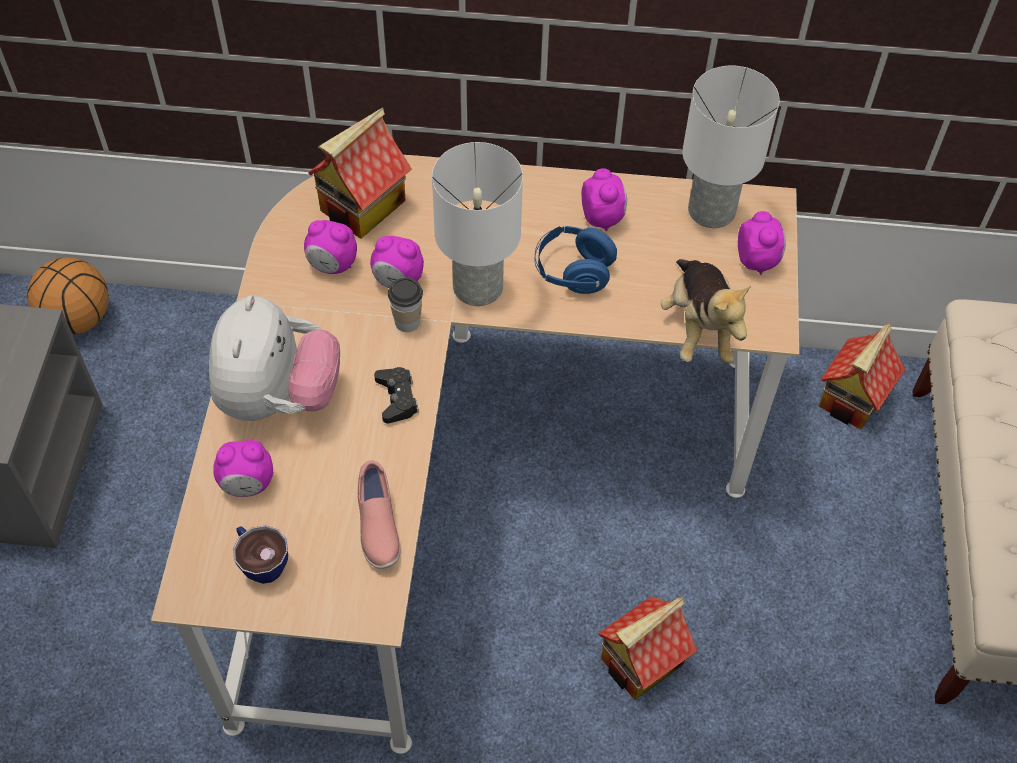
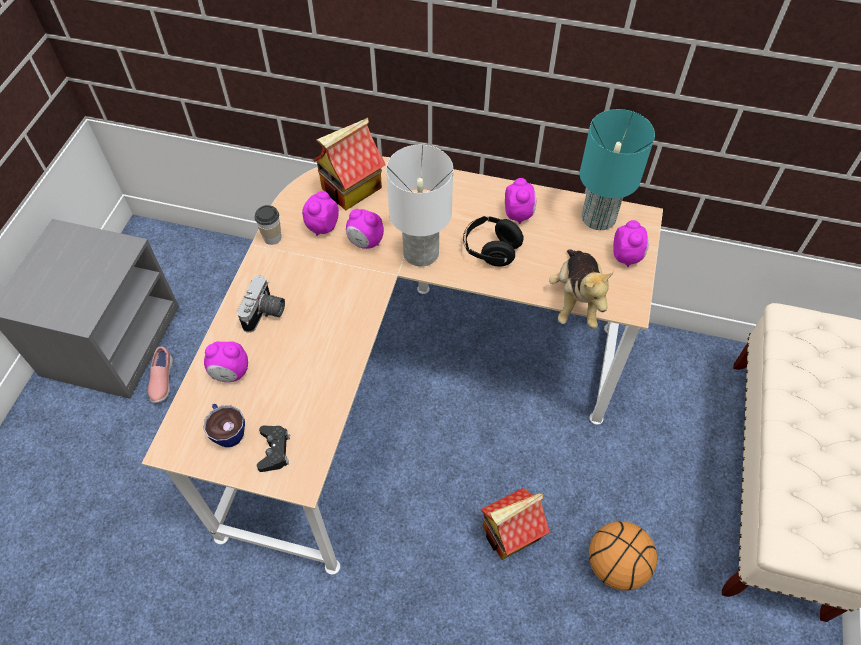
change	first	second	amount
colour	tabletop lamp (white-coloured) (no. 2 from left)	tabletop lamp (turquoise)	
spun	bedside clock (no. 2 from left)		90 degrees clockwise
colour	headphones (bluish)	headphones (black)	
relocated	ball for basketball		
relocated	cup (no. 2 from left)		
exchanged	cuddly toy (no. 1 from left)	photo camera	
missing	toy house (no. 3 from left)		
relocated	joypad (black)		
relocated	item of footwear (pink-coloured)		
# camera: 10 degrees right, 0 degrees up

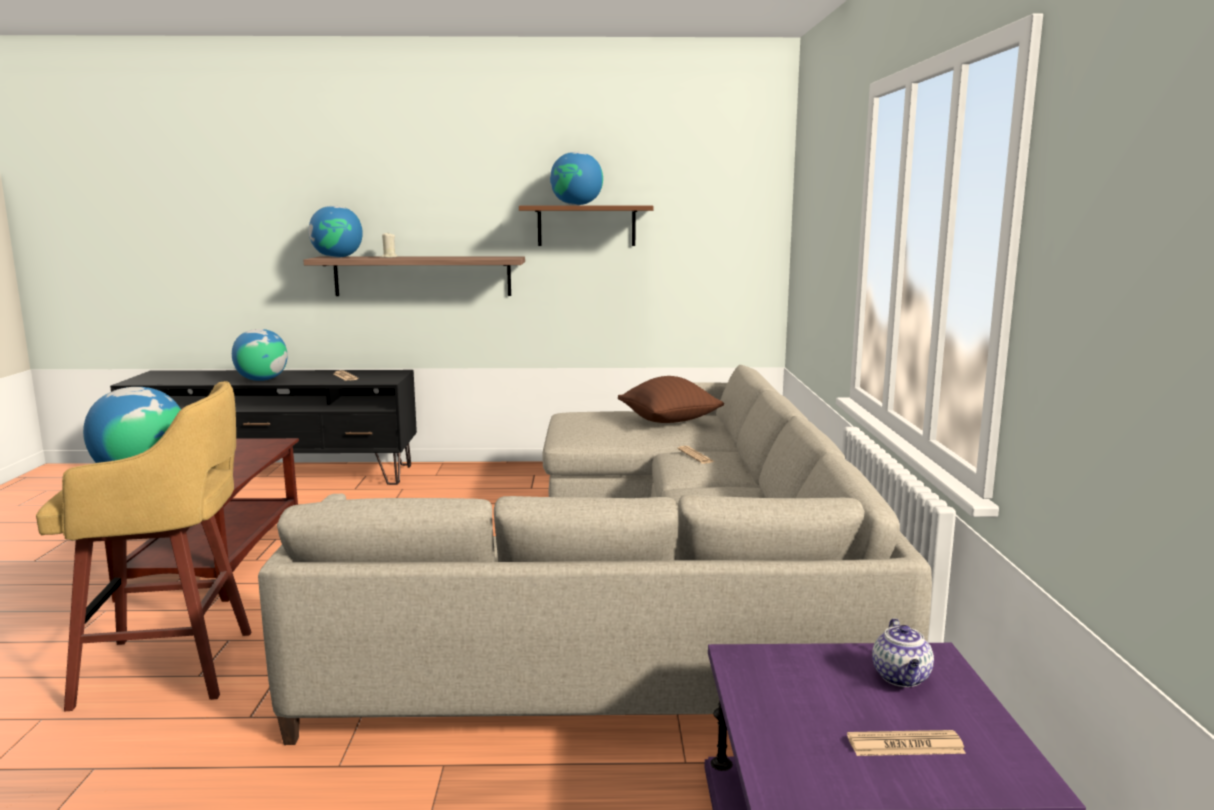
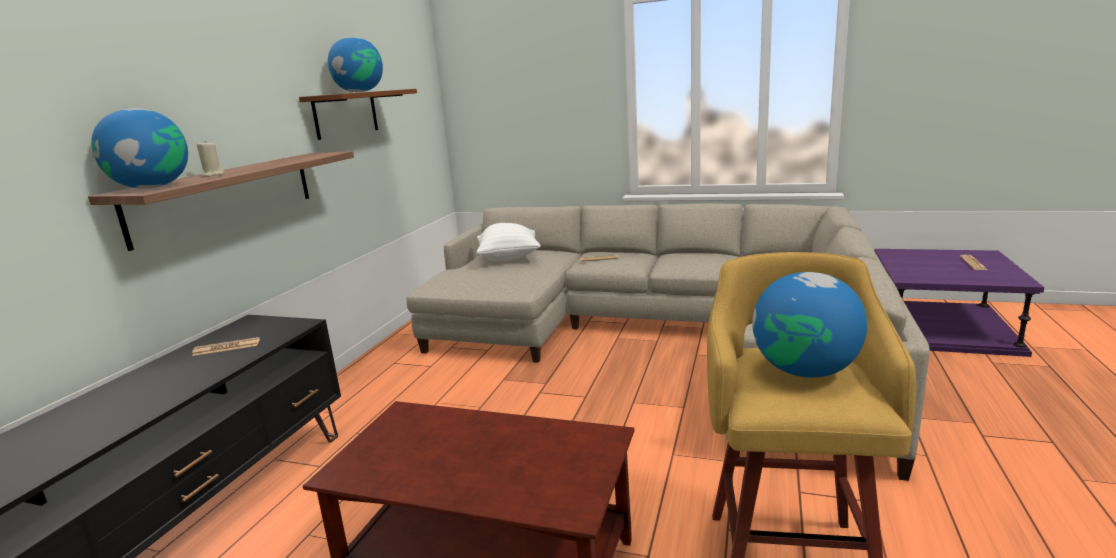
change	first	second	amount
missing	globe (no. 2 from left)		
colour	throw pillow (brownish)	throw pillow (white-coloured)	
missing	pot for tea		
# camera: 70 degrees left, 5 degrees up

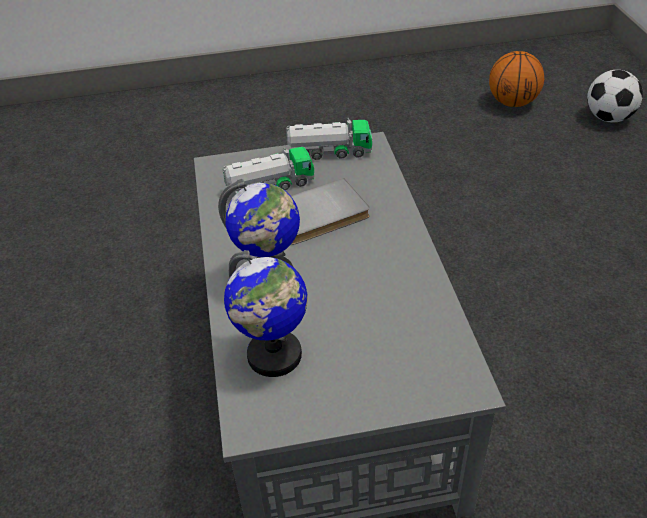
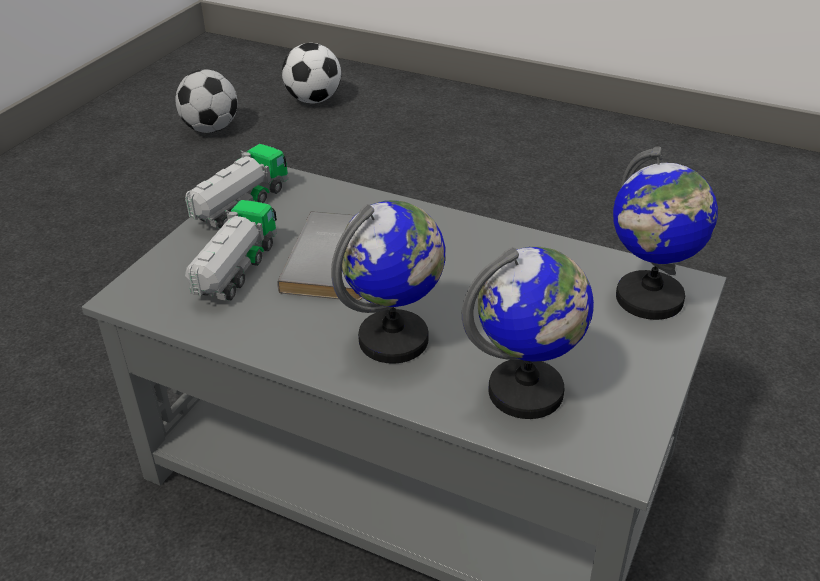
change	first	second	amount
exchanged	ball for basketball	football ball (no. 1 from left)	
appeared		globe (no. 3 from left)	
# camera: 55 degrees left, 5 degrees down

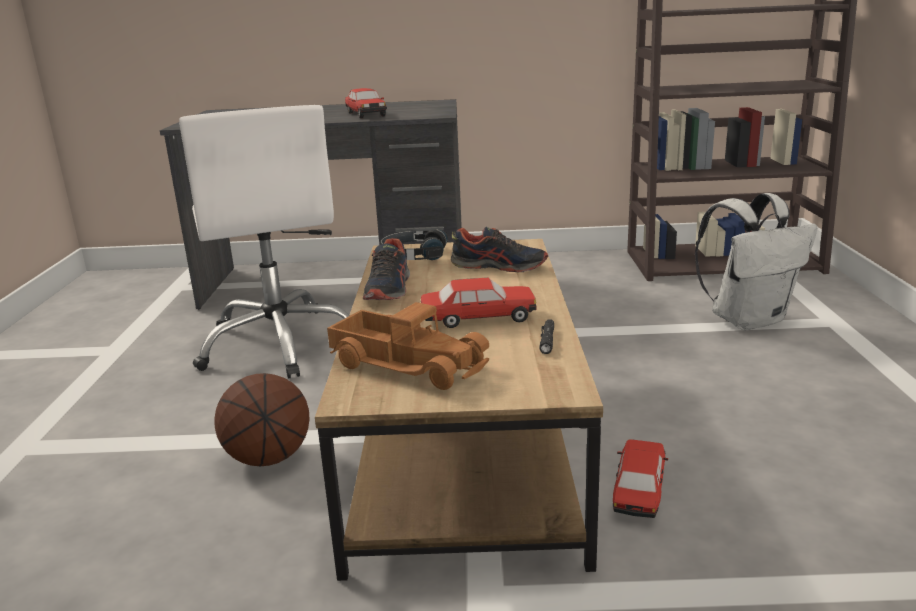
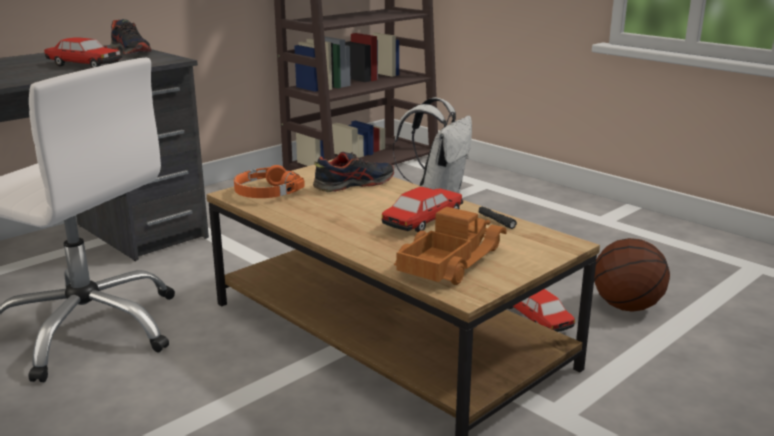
change	first	second	amount
colour	headphones (black)	headphones (orange)	
relocated	item of footwear (no. 1 from left)		
spun	toy lorry		45 degrees counterclockwise
relocated	ball for basketball		
# camera: 45 degrees left, 0 degrees up

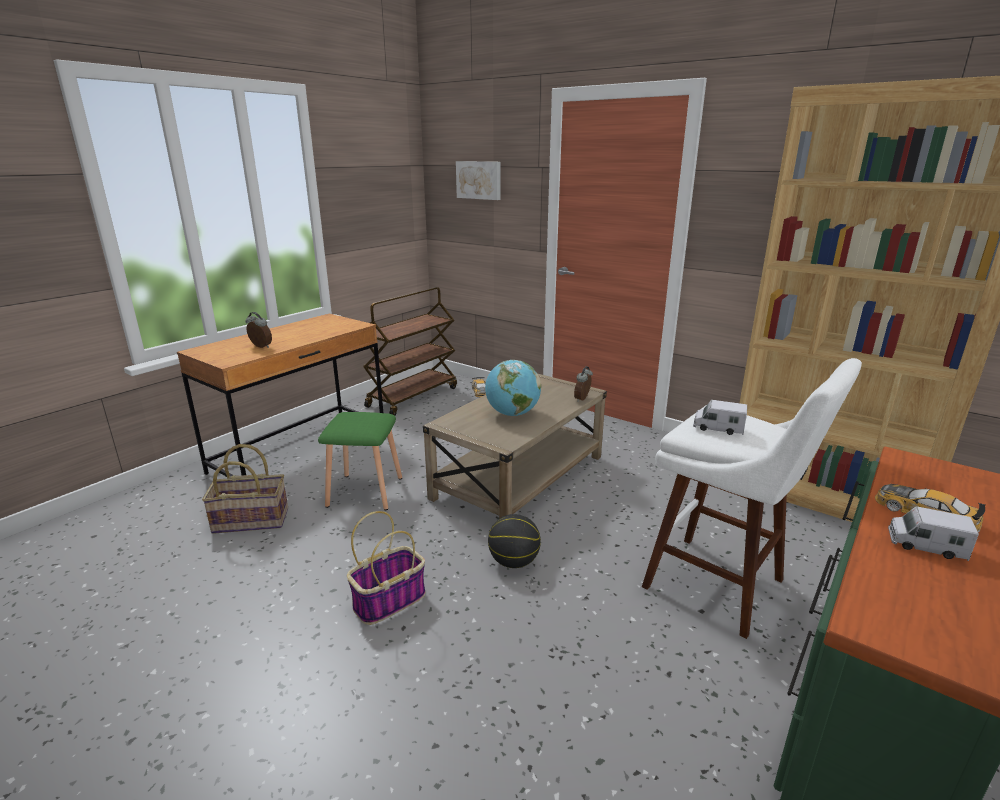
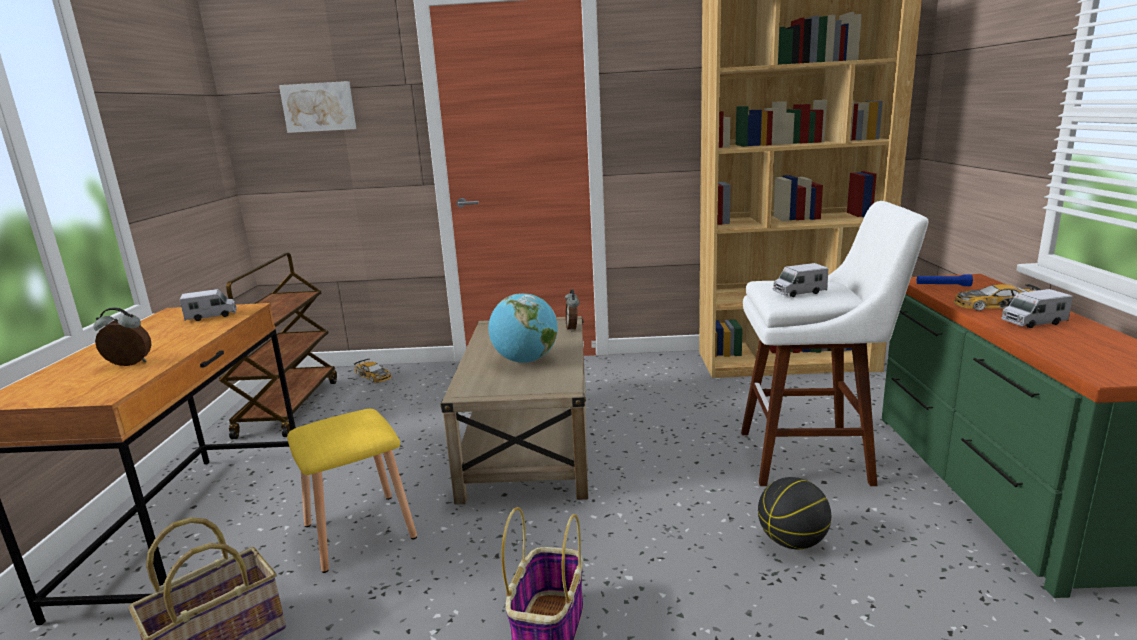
change	first	second	amount
colour	stool seat (green-coloured)	stool seat (yellow-coloured)	
relocated	ball for basketball		
appeared		hand torch (bluish)	
appeared		toy lorry (no. 1 from left)	
# camera: 35 degrees left, 5 degrees down

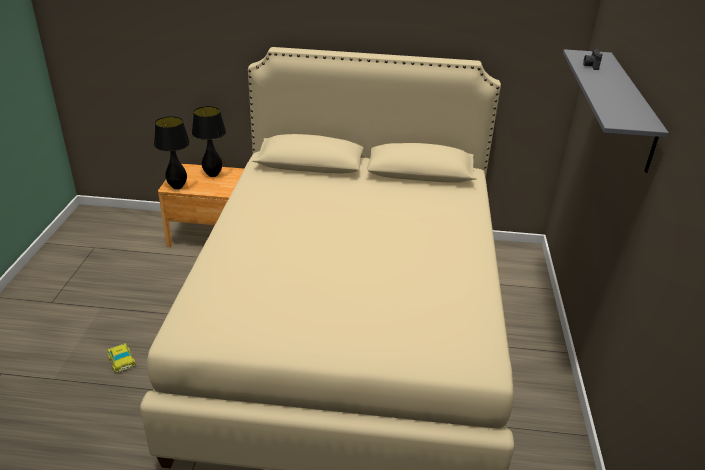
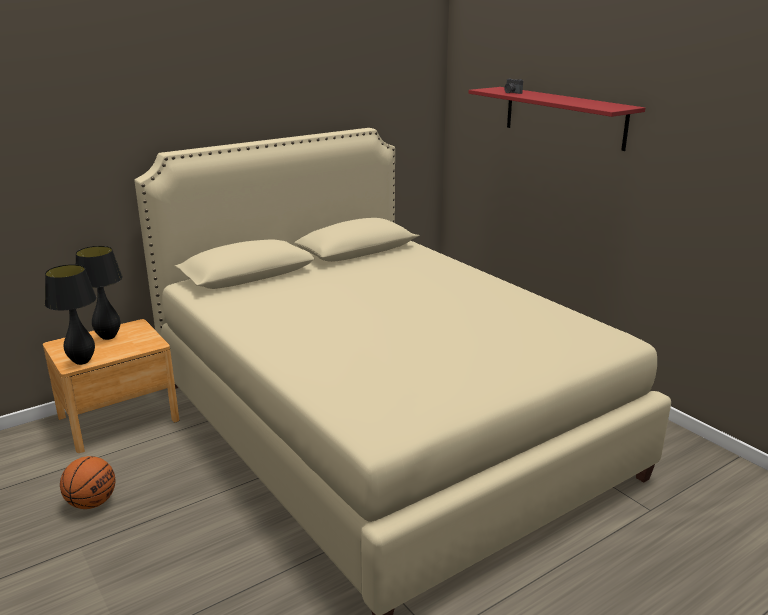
change	first	second	amount
colour	wall shelf (greyish)	wall shelf (red)	
missing	model car		
appeared		ball for basketball	
# camera: 40 degrees left, 10 degrees down

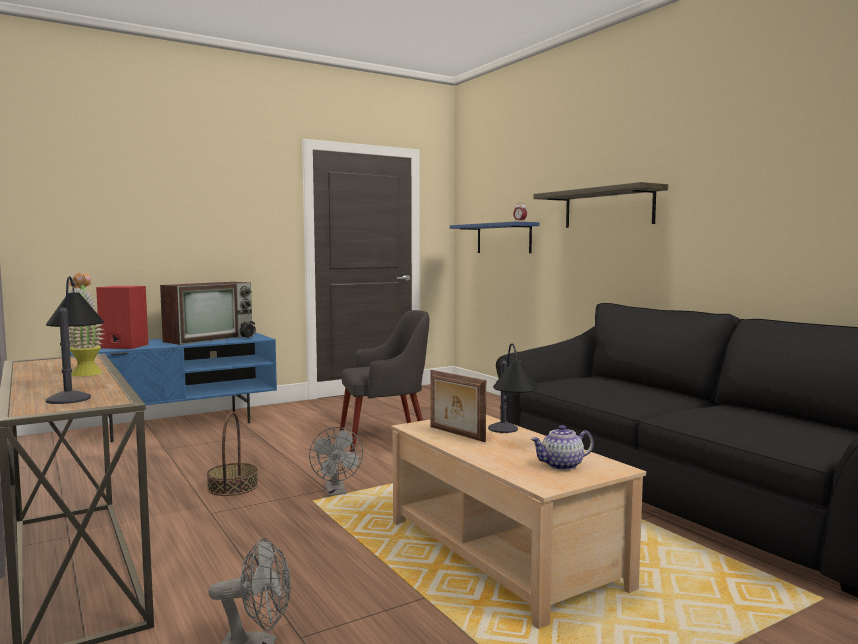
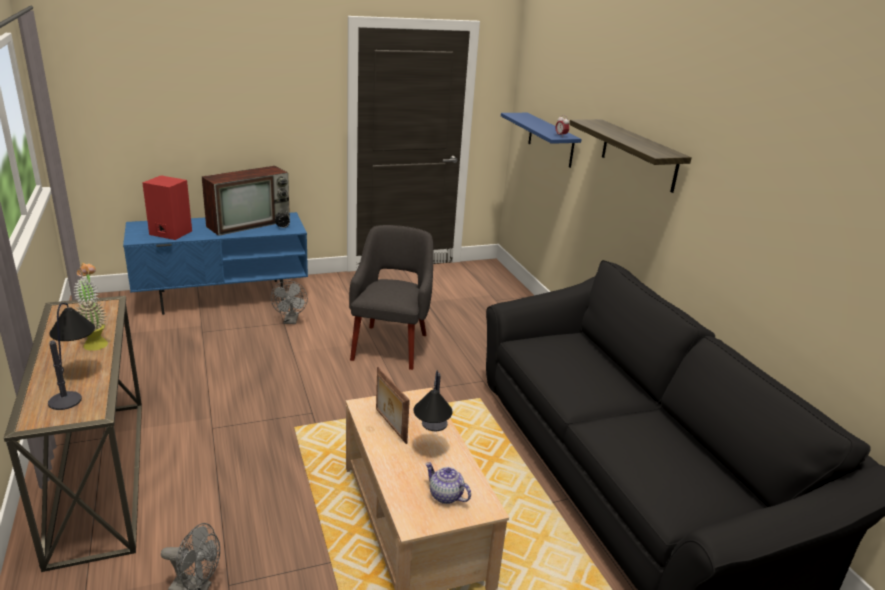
change	first	second	amount
spun	armchair (greyish)		75 degrees counterclockwise
missing	basket		
spun	pot for tea		45 degrees clockwise
relocated	cooling fan (greyish) (no. 2 from left)		
# camera: 10 degrees right, 20 degrees up

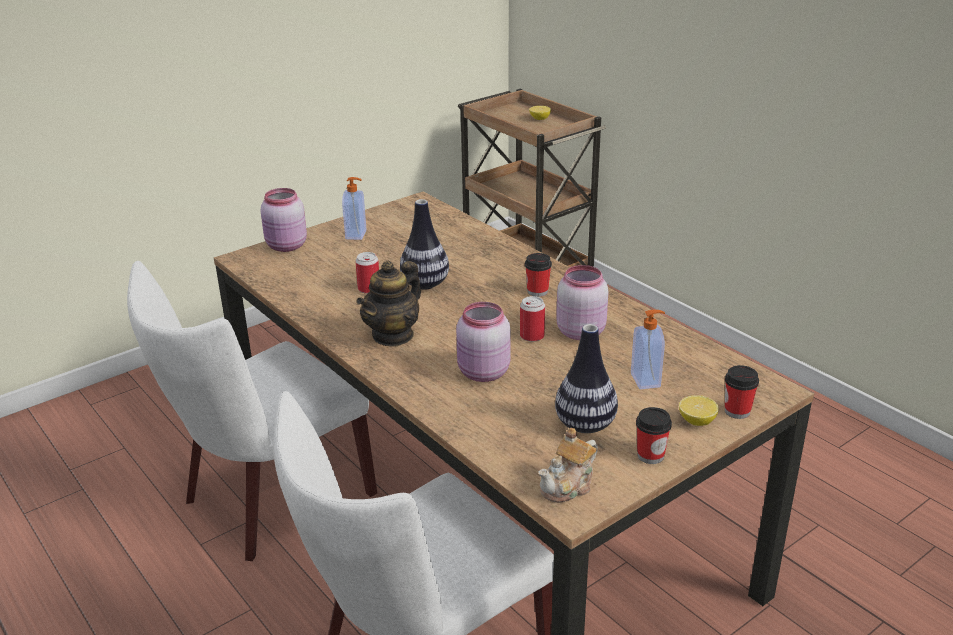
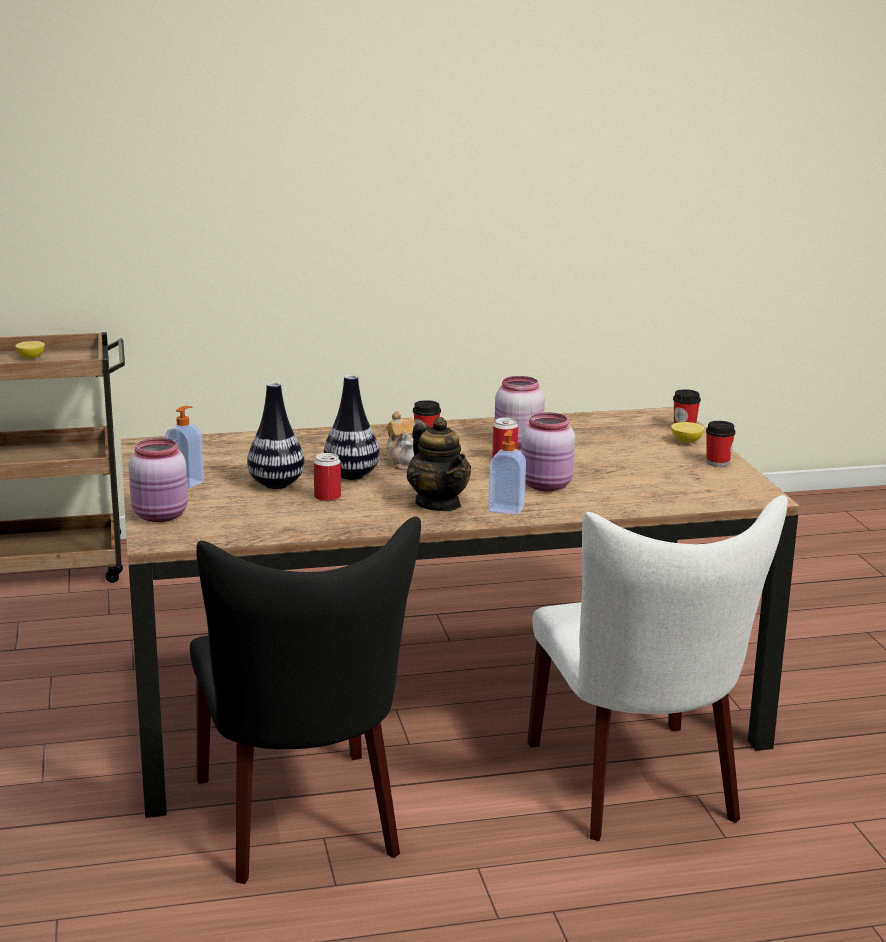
change	first	second	amount
colour	chair (white-coloured) (no. 1 from left)	chair (black)	
relocated	soap bottle (no. 2 from left)		
relocated	flower vase (no. 2 from left in the first image)	flower vase (no. 1 from left)	
relocated	pot for tea (no. 2 from left in the first image)	pot for tea (no. 1 from left)	
# camera: 65 degrees left, 10 degrees down

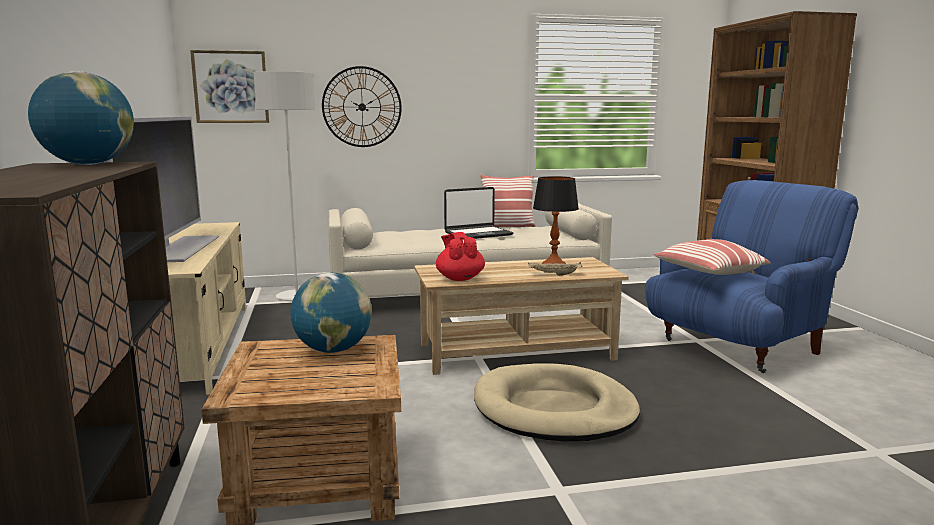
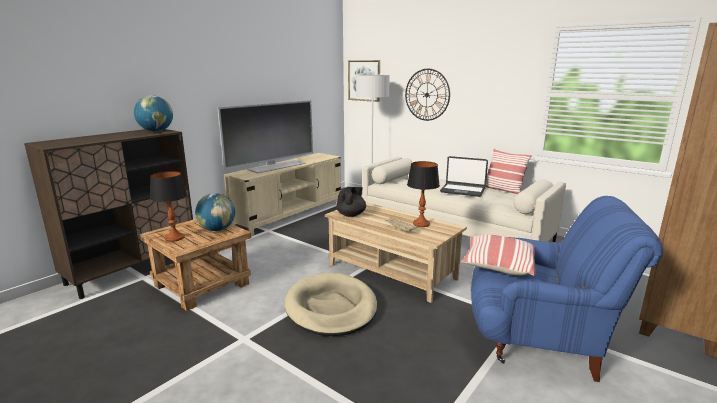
change	first	second	amount
colour	pot for tea (red)	pot for tea (black)	
appeared		tabletop lamp (no. 1 from left)	
# camera: 50 degrees right, 5 degrees up

